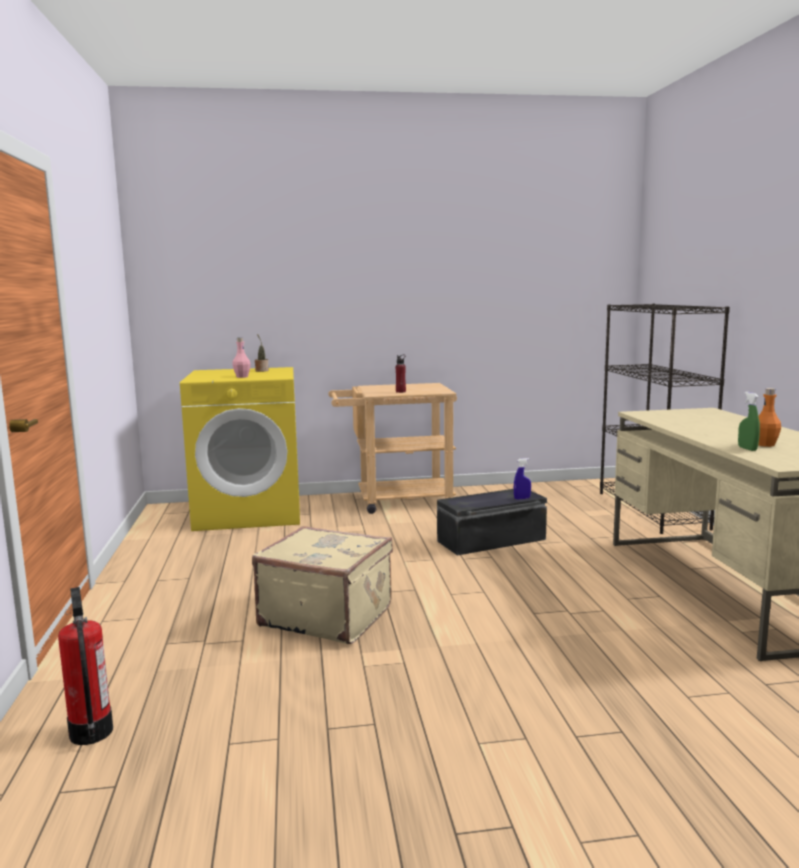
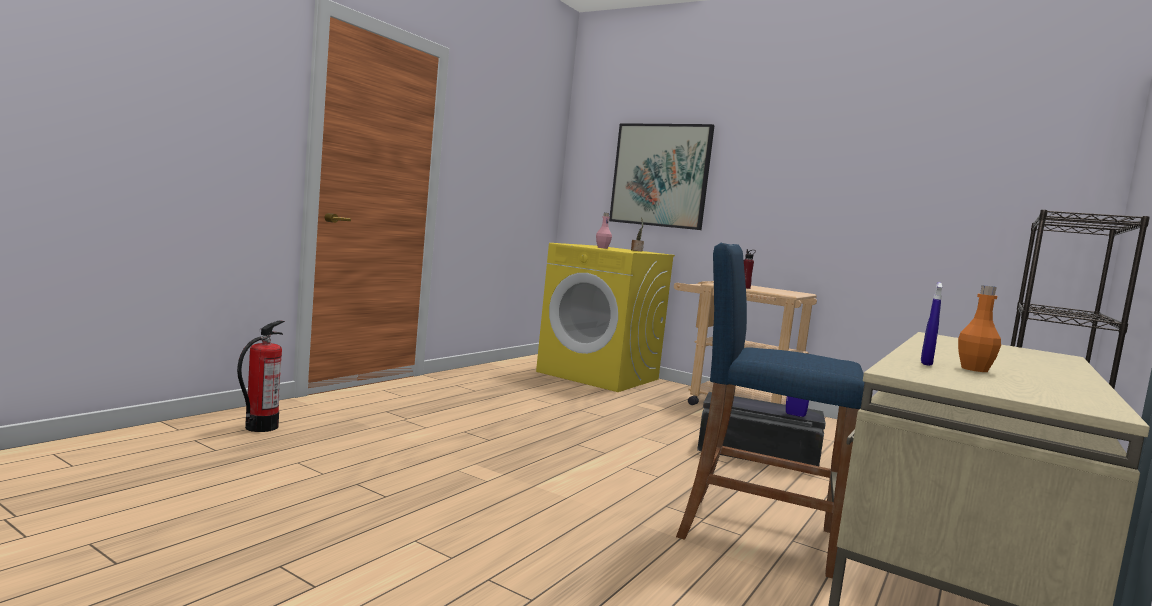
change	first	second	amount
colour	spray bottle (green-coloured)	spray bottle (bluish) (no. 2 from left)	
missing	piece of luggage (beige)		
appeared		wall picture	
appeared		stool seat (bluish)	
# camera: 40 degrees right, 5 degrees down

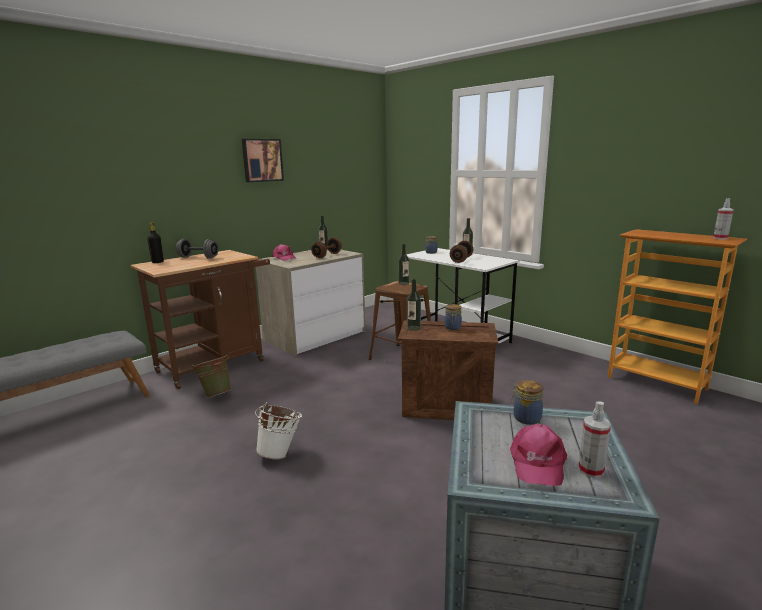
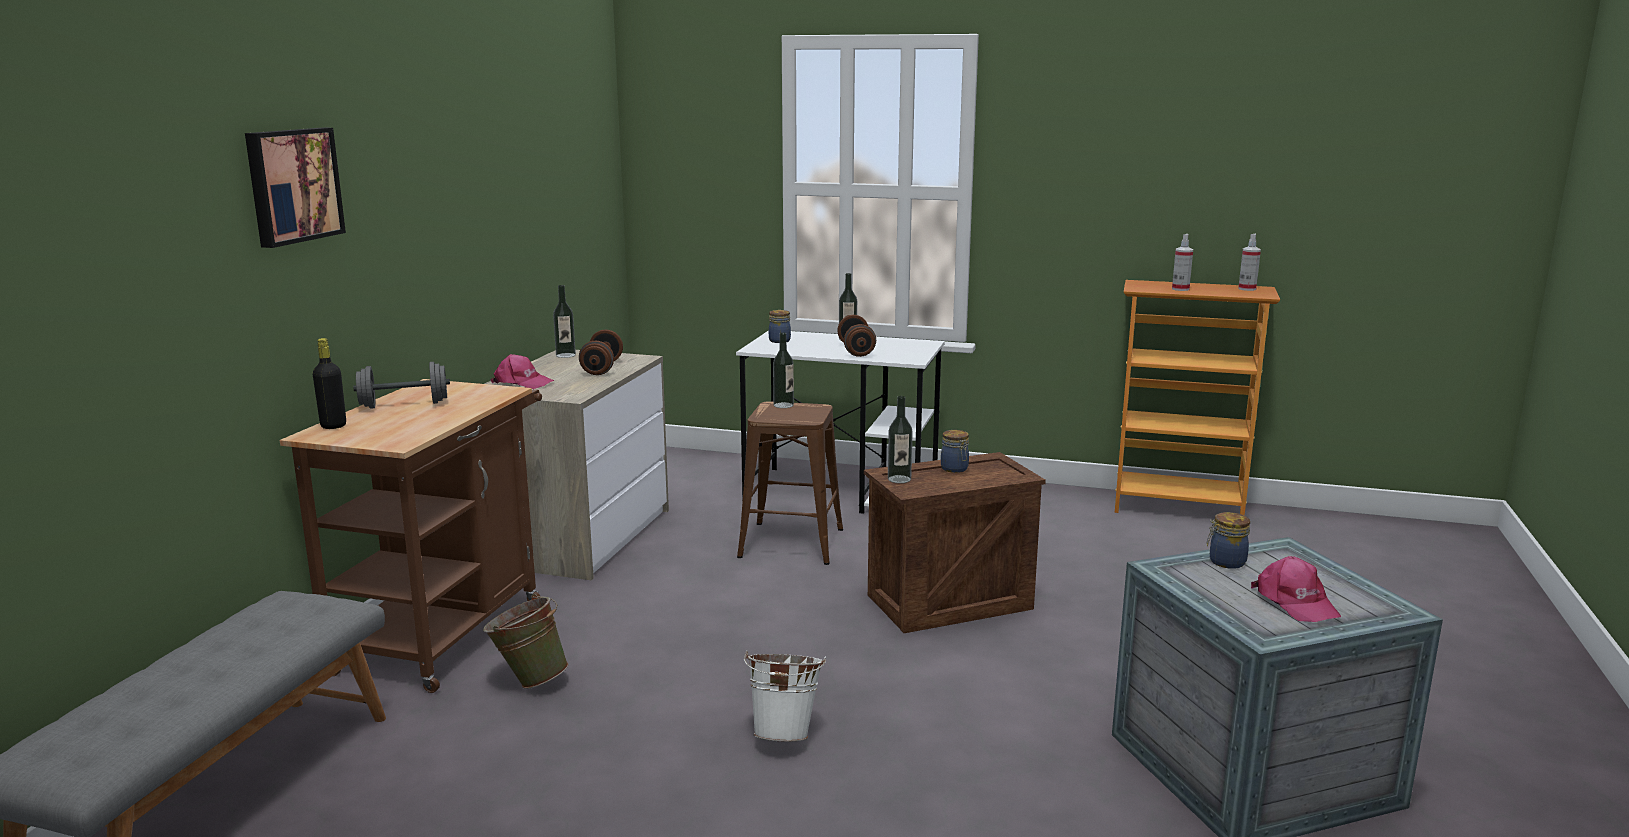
change	first	second	amount
relocated	wall picture		
relocated	spray bottle (no. 1 from left)		
# camera: 30 degrees left, 0 degrees up

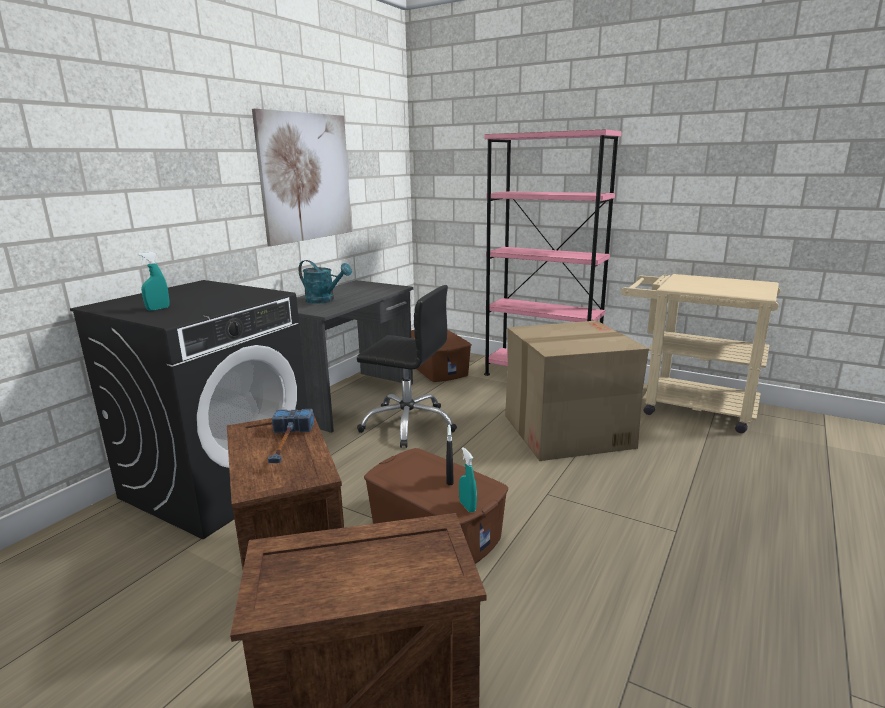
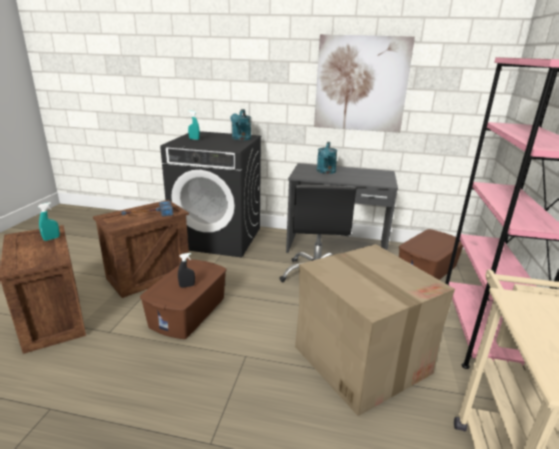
change	first	second	amount
relocated	spray bottle (turquoise) (no. 2 from left in the first image)	spray bottle (turquoise) (no. 1 from left)	
appeared		sprinkling can (turquoise) (no. 1 from left)	
# camera: 70 degrees right, 5 degrees up

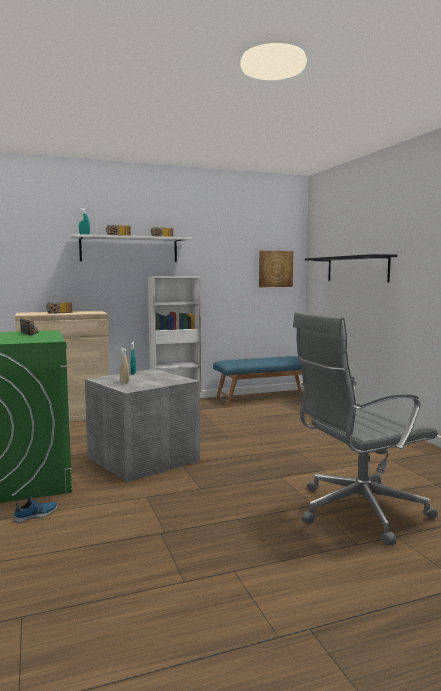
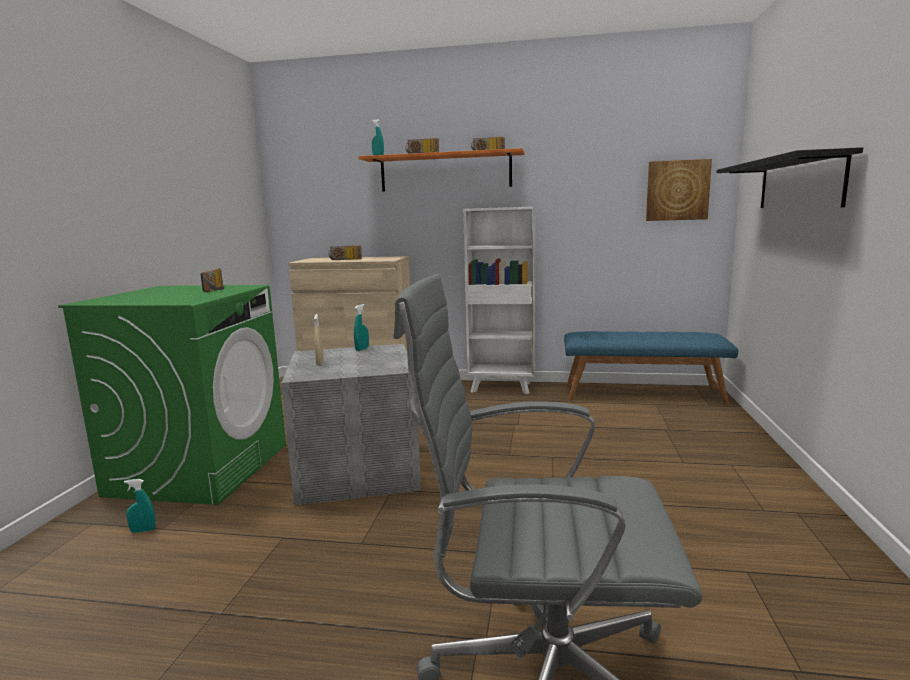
change	first	second	amount
colour	wall shelf (white-coloured)	wall shelf (orange)	
exchanged	item of footwear	spray bottle (turquoise) (no. 1 from left)	
# camera: 30 degrees right, 5 degrees up

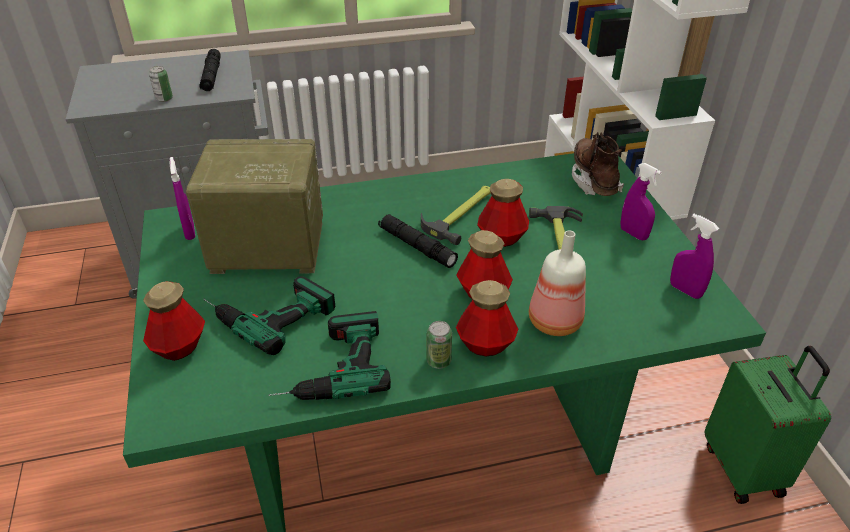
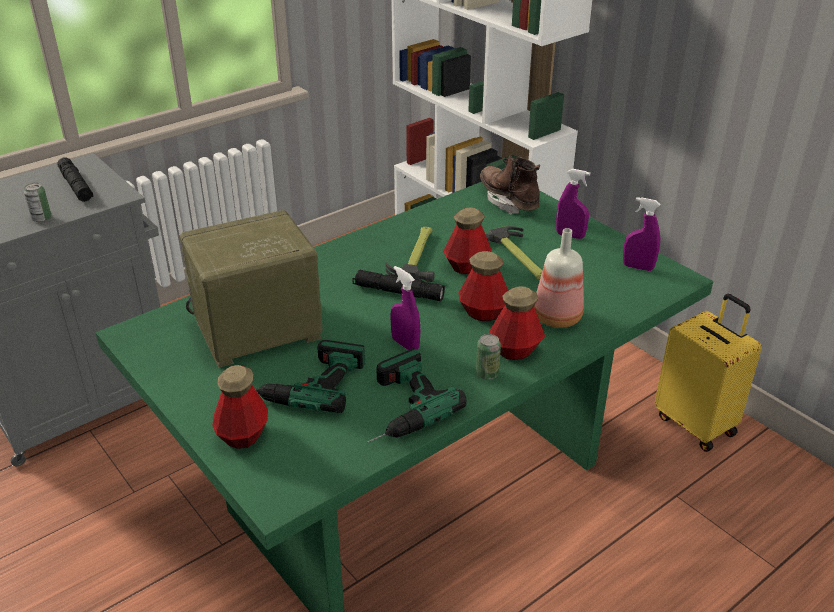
change	first	second	amount
relocated	spray bottle (purple) (no. 1 from left)		
colour	piece of luggage (green-coloured)	piece of luggage (yellow-coloured)	
# camera: 25 degrees left, 5 degrees down

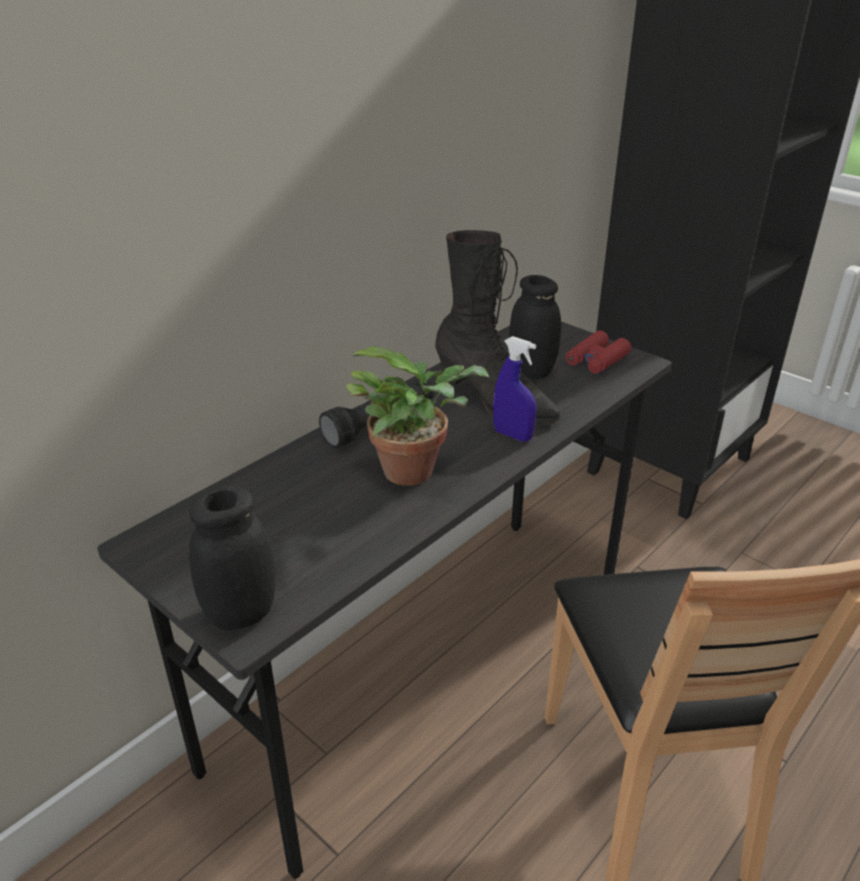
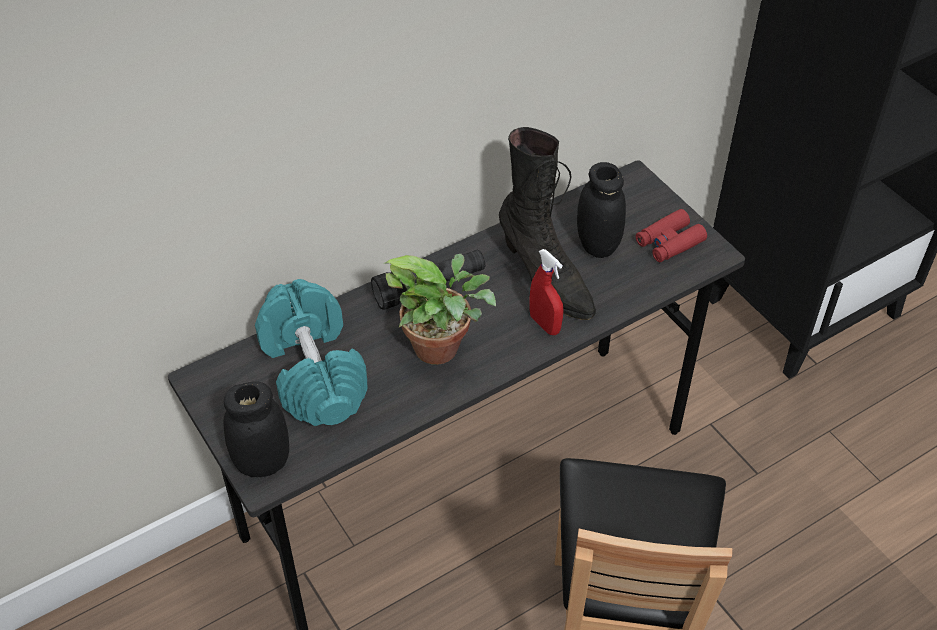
change	first	second	amount
colour	spray bottle (bluish)	spray bottle (red)	
appeared		free weight (turquoise)	
# camera: 15 degrees right, 15 degrees up

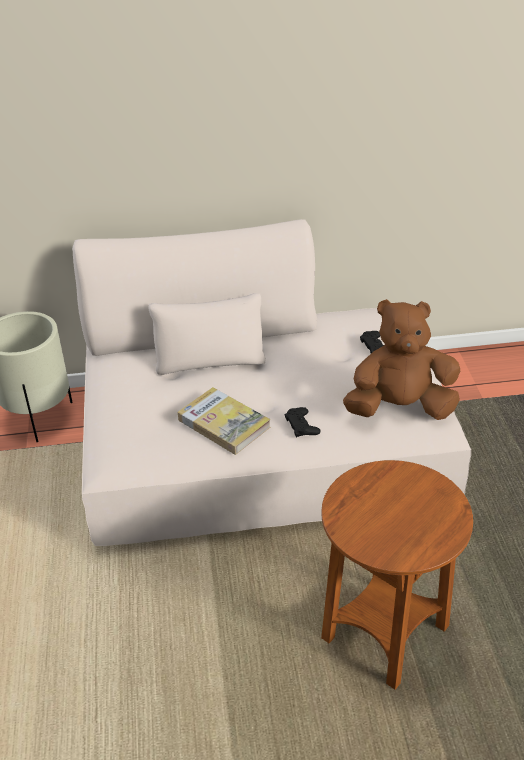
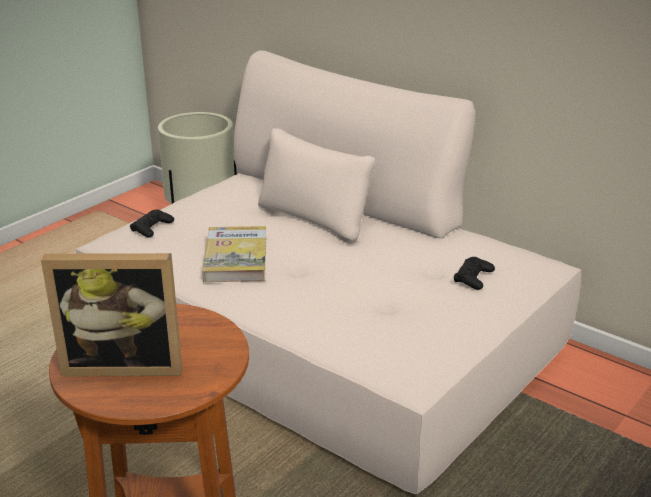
change	first	second	amount
missing	cuddly toy (brownish)		
relocated	joypad (black) (no. 1 from left)		
appeared		standing frame	
# camera: 45 degrees right, 10 degrees down

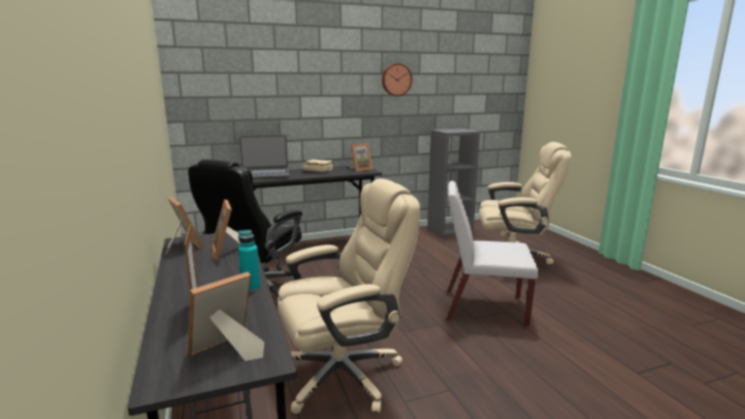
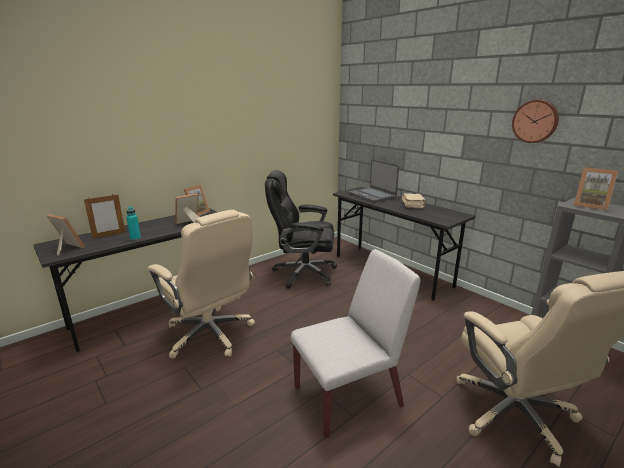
change	first	second	amount
relocated	standing frame (no. 5 from left)		
spun	chair (white-coloured)		75 degrees clockwise
# camera: 70 degrees right, 5 degrees up

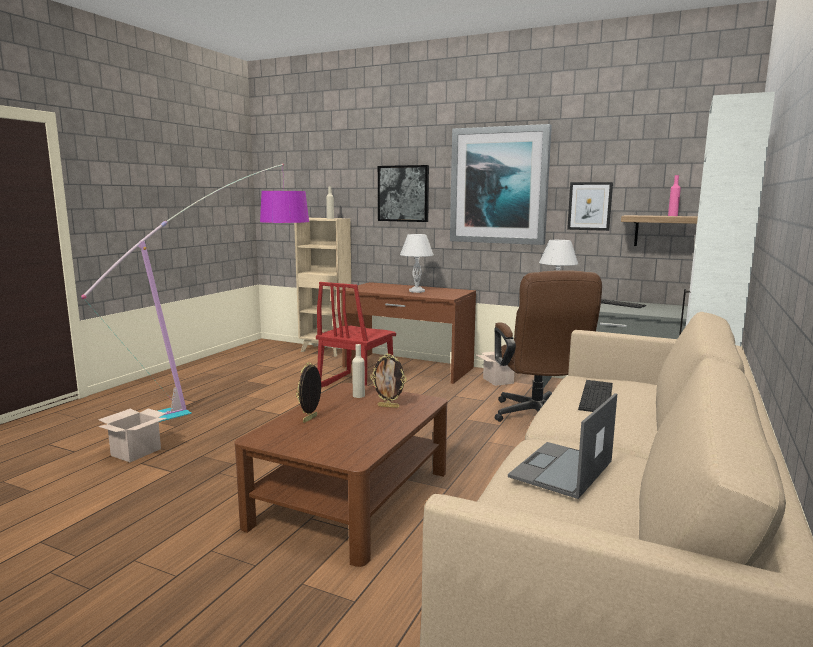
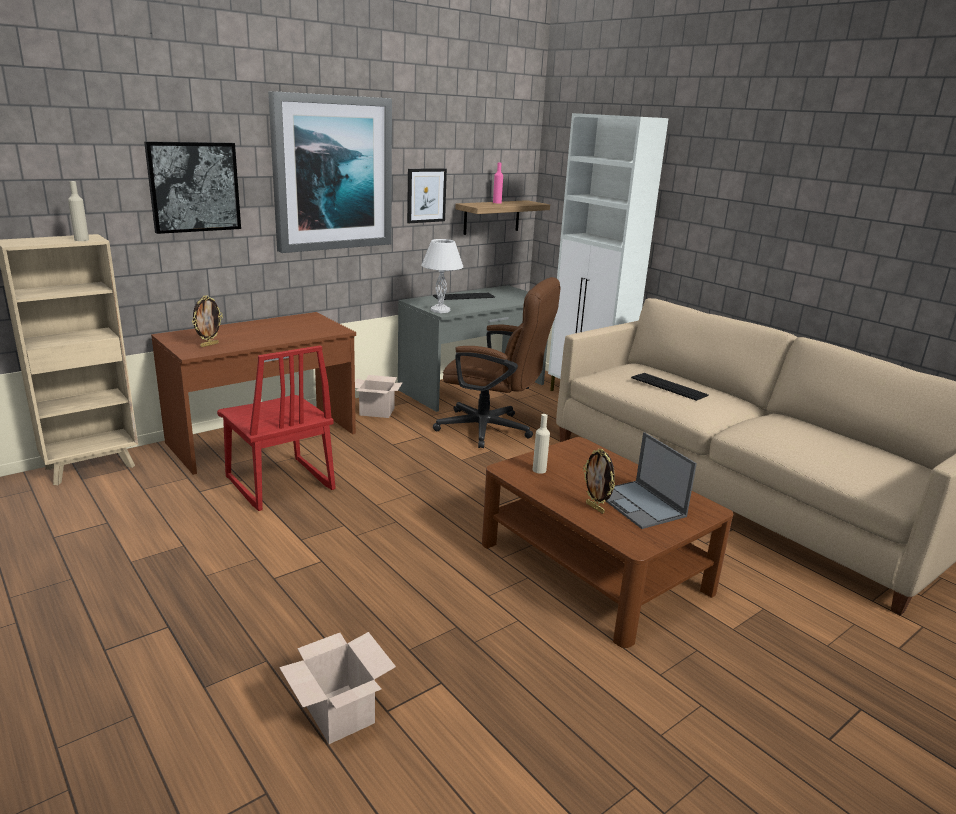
change	first	second	amount
missing	standard lamp		
missing	tabletop lamp (white-coloured) (no. 1 from left)		
relocated	standing frame (no. 2 from left in the first image)	standing frame (no. 1 from left)	
relocated	laptop		
# camera: 65 degrees left, 10 degrees up

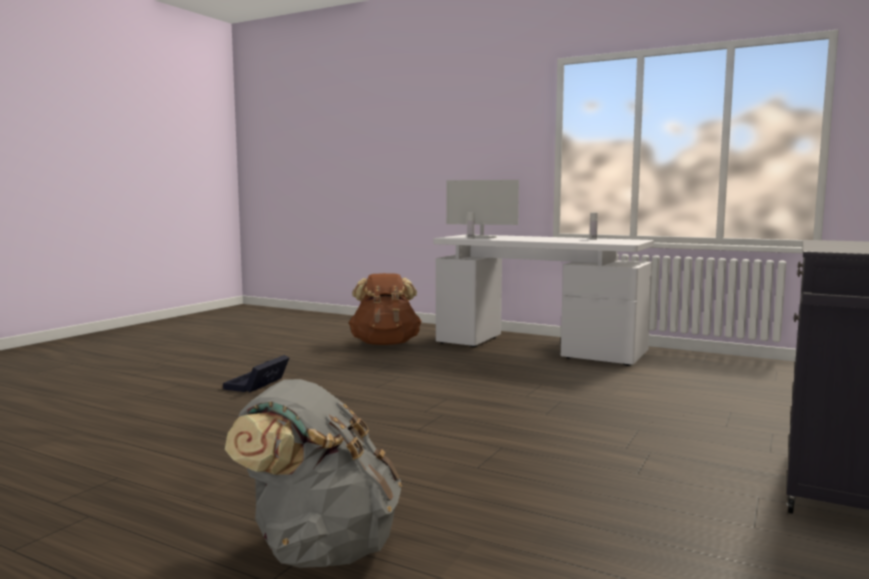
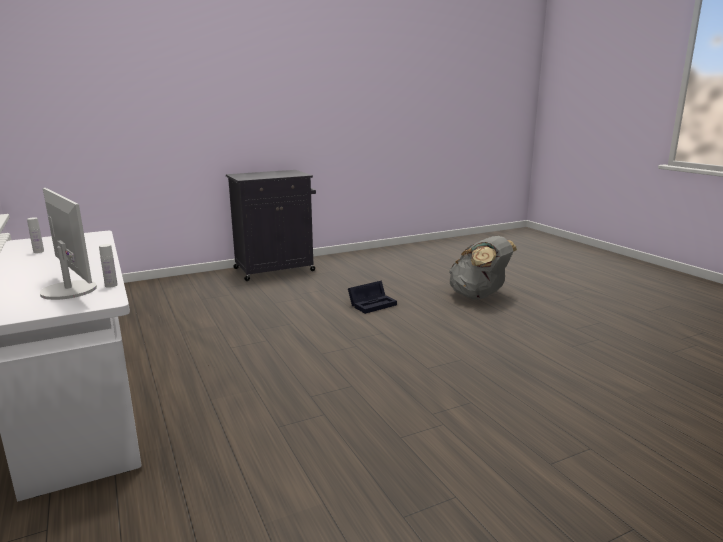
change	first	second	amount
missing	backpack (brownish)		
relocated	storage bin (black)		
# camera: 145 degrees left, 10 degrees up

